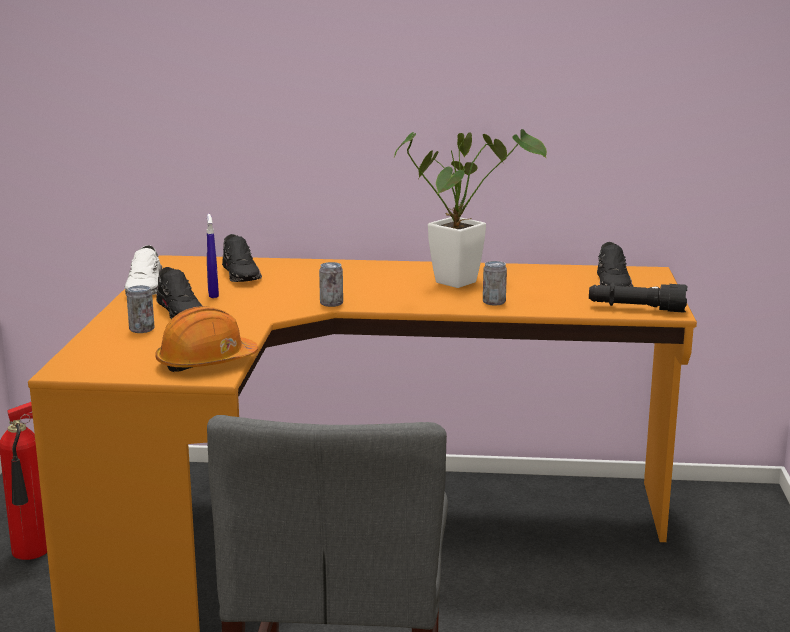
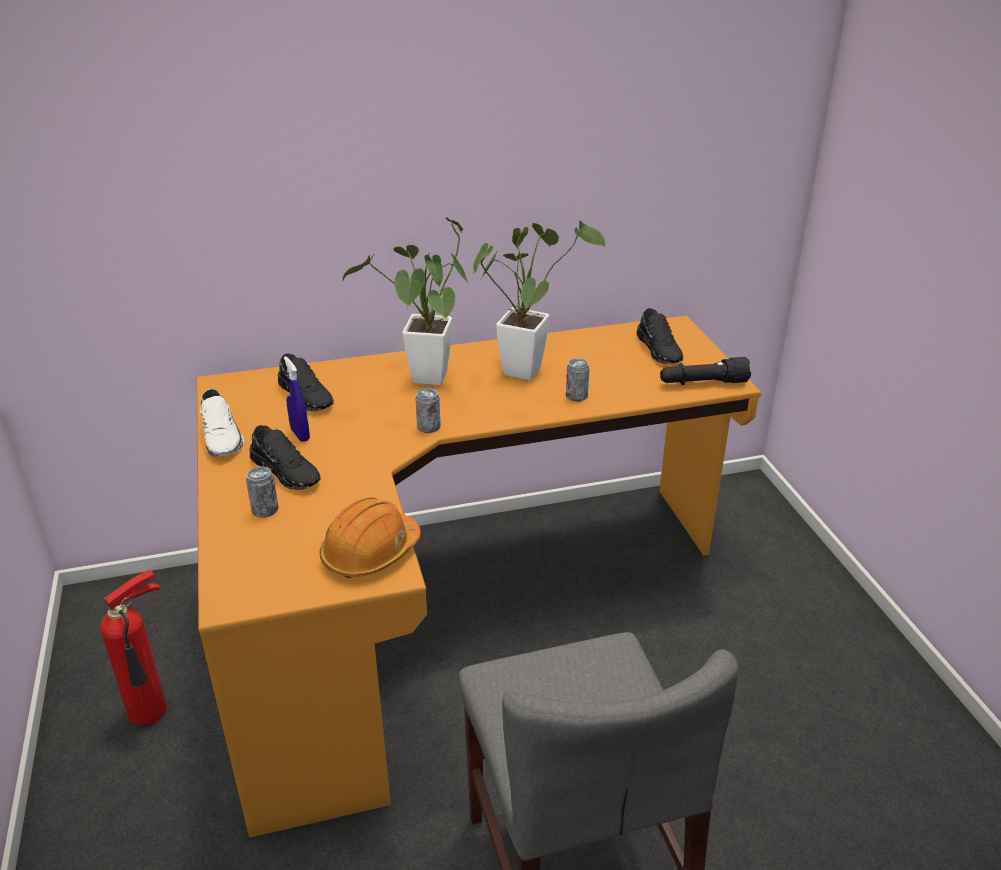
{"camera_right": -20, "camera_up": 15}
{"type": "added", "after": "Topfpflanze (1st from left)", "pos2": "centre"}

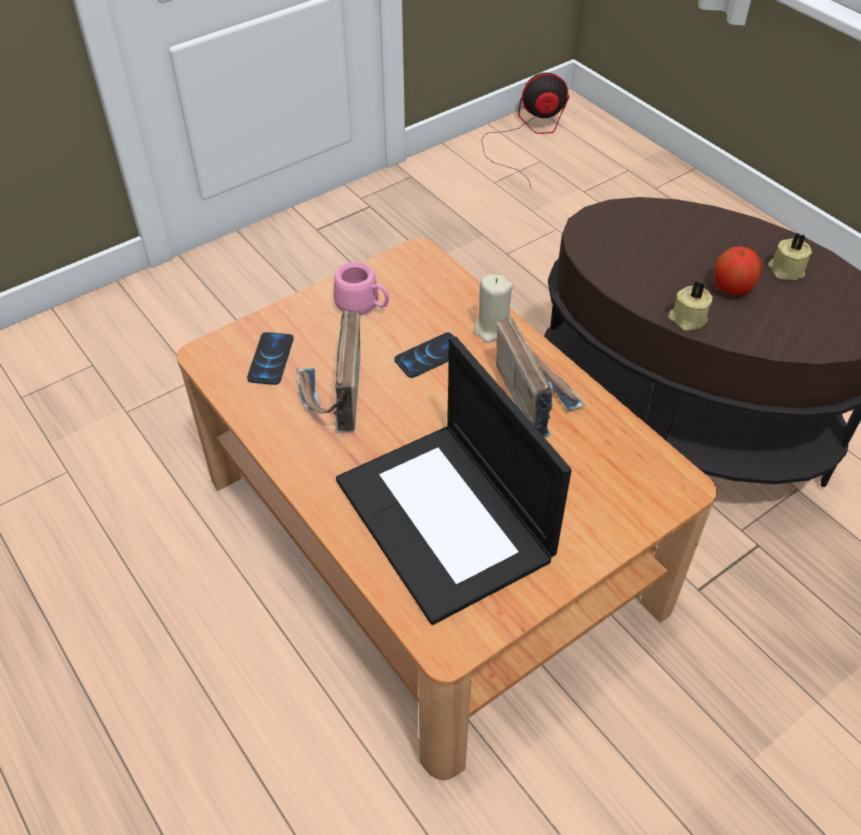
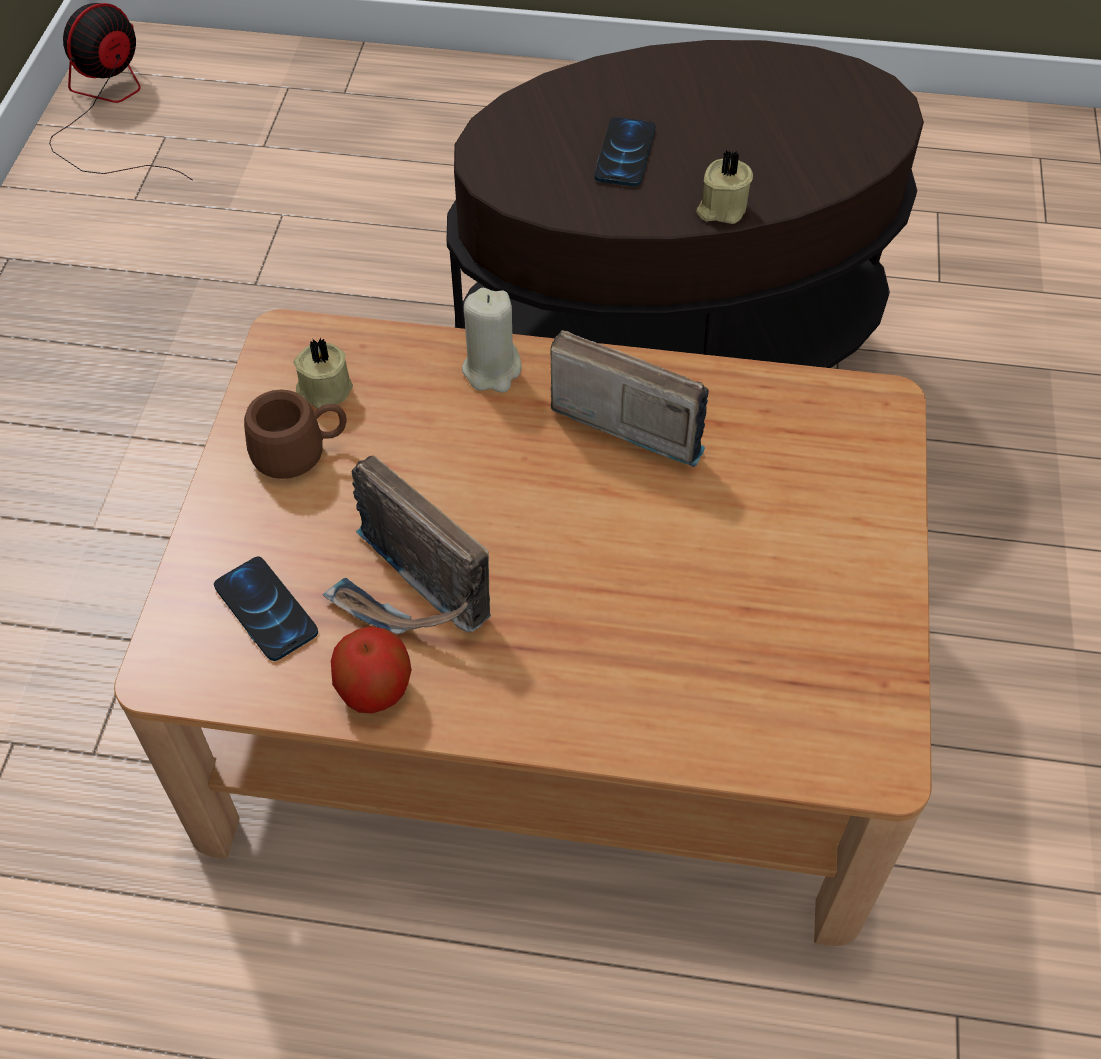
{"camera_right": -45, "camera_up": 5}
{"type": "recoloured", "before": "Henkelbecher (rosa)", "after": "Henkelbecher (braun)", "pos1": "centre", "pos2": "middle left"}
{"type": "removed", "before": "Laptop", "pos1": "centre"}
{"type": "moved", "before": "Handy (2nd from left)", "pos1": "centre", "pos2": "top centre"}
{"type": "moved", "before": "Apfel", "pos1": "top right", "pos2": "centre"}
{"type": "moved", "before": "Kerze (beige) (3rd from left in the first image)", "after": "Kerze (beige) (1st from left)", "pos1": "top right", "pos2": "middle left"}

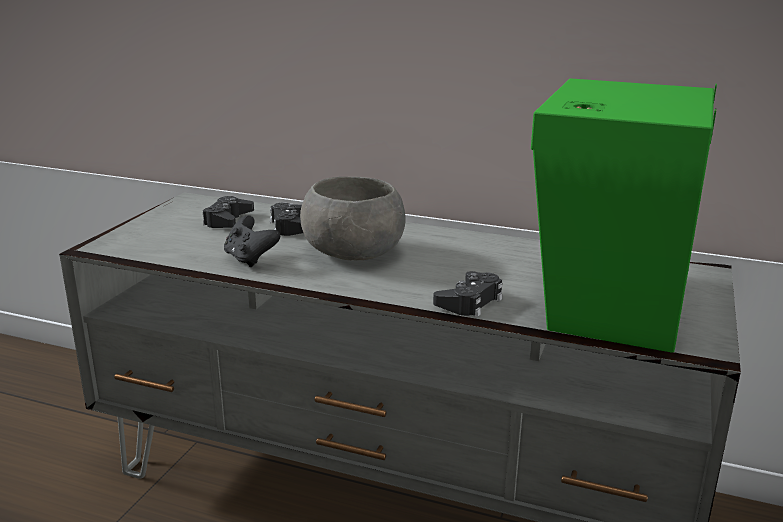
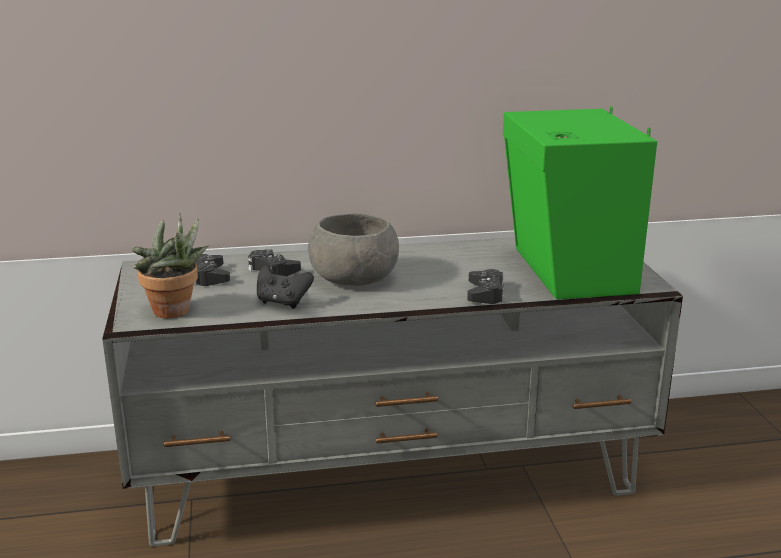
{"camera_right": -30, "camera_up": 0}
{"type": "added", "after": "Topfpflanze", "pos2": "middle left"}

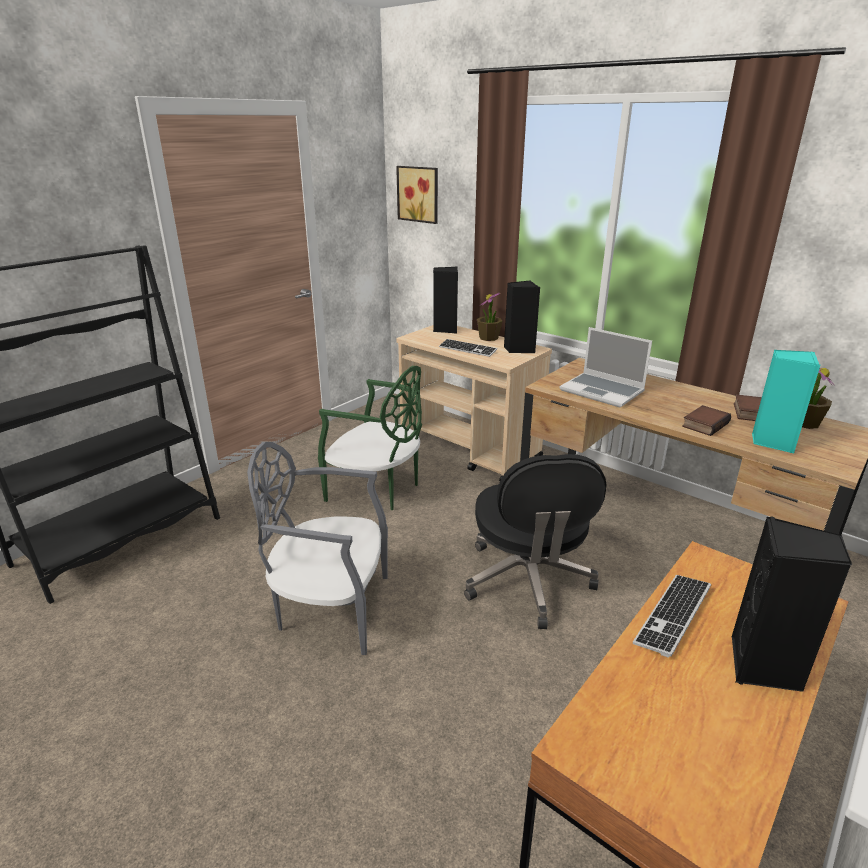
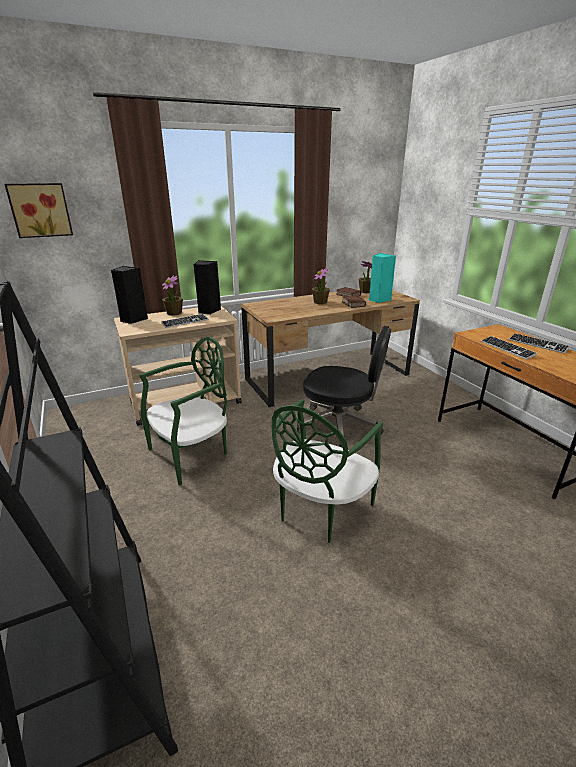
{"camera_right": -65, "camera_up": 0}
{"type": "recoloured", "before": "Stuhl (grau)", "after": "Stuhl (grün) (2nd from left)", "pos1": "centre", "pos2": "centre"}
{"type": "removed", "before": "Laptop", "pos1": "middle right"}
{"type": "replaced", "before": "Lautsprecher (schwarz) (3rd from left)", "after": "Tastatur (3rd from left)", "pos1": "bottom right", "pos2": "middle right"}
{"type": "added", "after": "Topfpflanze (2nd from left)", "pos2": "centre"}

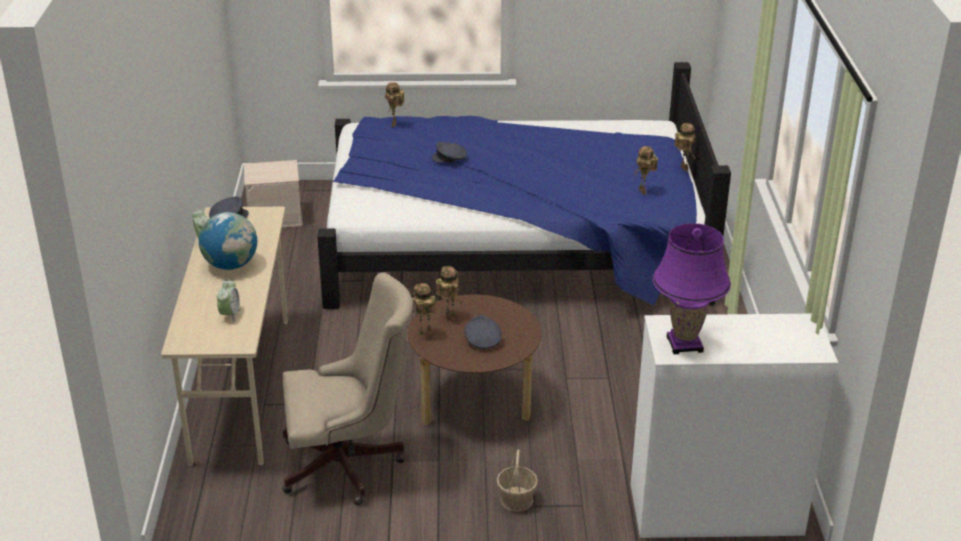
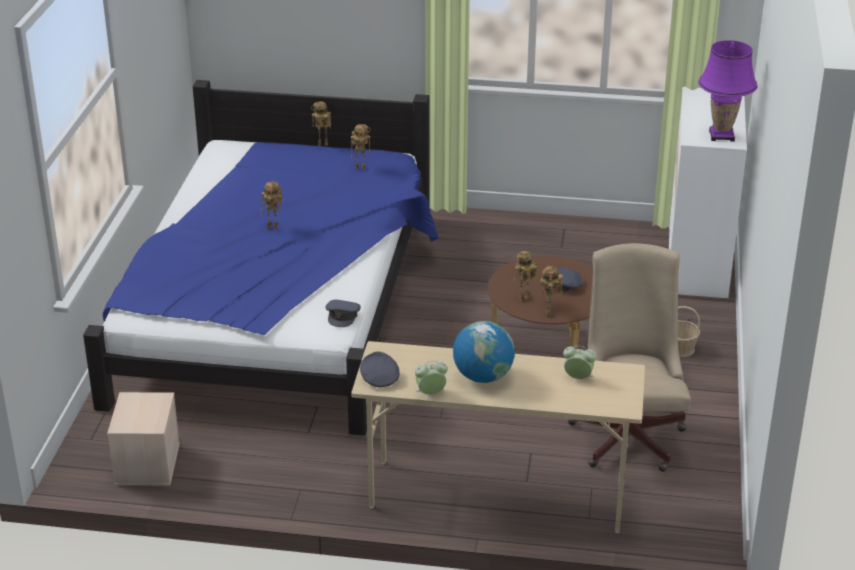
{"camera_right": -80, "camera_up": 0}
{"type": "moved", "before": "Spielzeugroboter (1st from left)", "pos1": "top centre", "pos2": "middle left"}
{"type": "moved", "before": "Kappe (grau) (2nd from left in the first image)", "after": "Kappe (grau) (1st from left)", "pos1": "top centre", "pos2": "centre"}

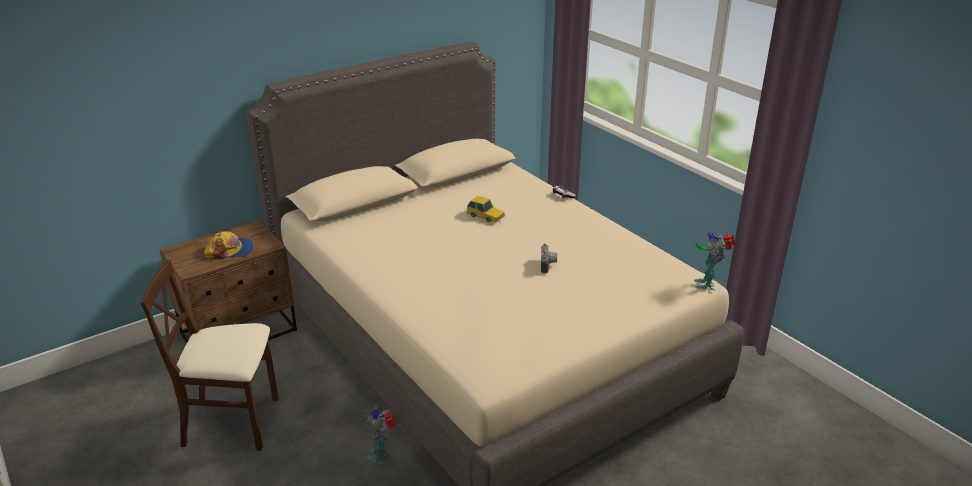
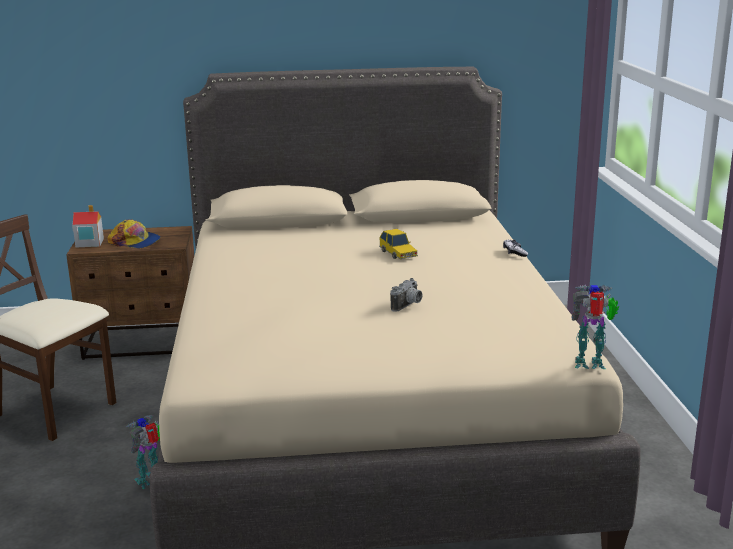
{"camera_right": 30, "camera_up": -10}
{"type": "turned", "before": "Spielzeugroboter (2nd from left)", "pos1": "middle right", "pos2": "middle right", "turn": 60}
{"type": "added", "after": "Spielzeughaus", "pos2": "middle left"}

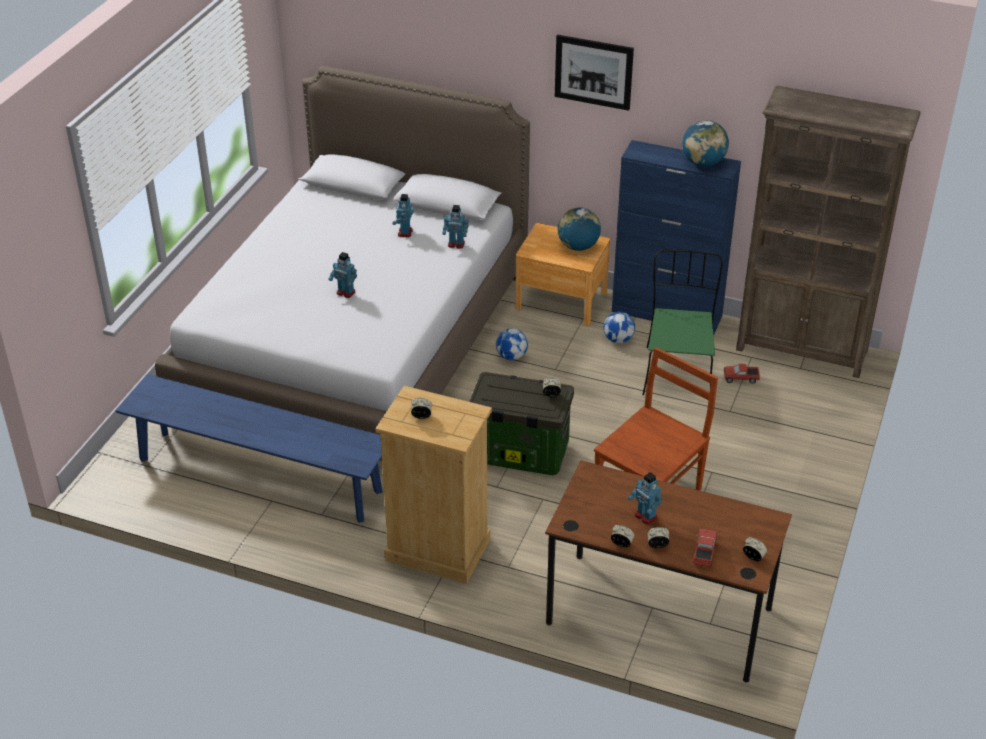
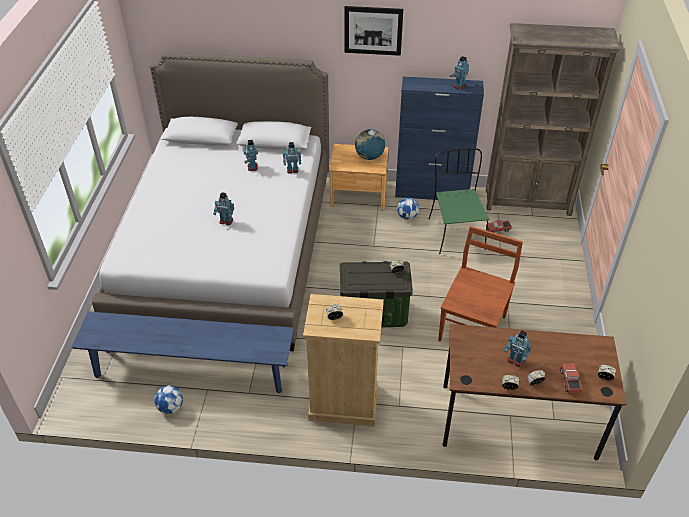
{"camera_right": -15, "camera_up": 5}
{"type": "moved", "before": "Fußball (1st from left)", "pos1": "centre", "pos2": "bottom left"}
{"type": "replaced", "before": "Globus (2nd from left)", "after": "Spielzeugroboter (4th from left)", "pos1": "top right", "pos2": "top centre"}

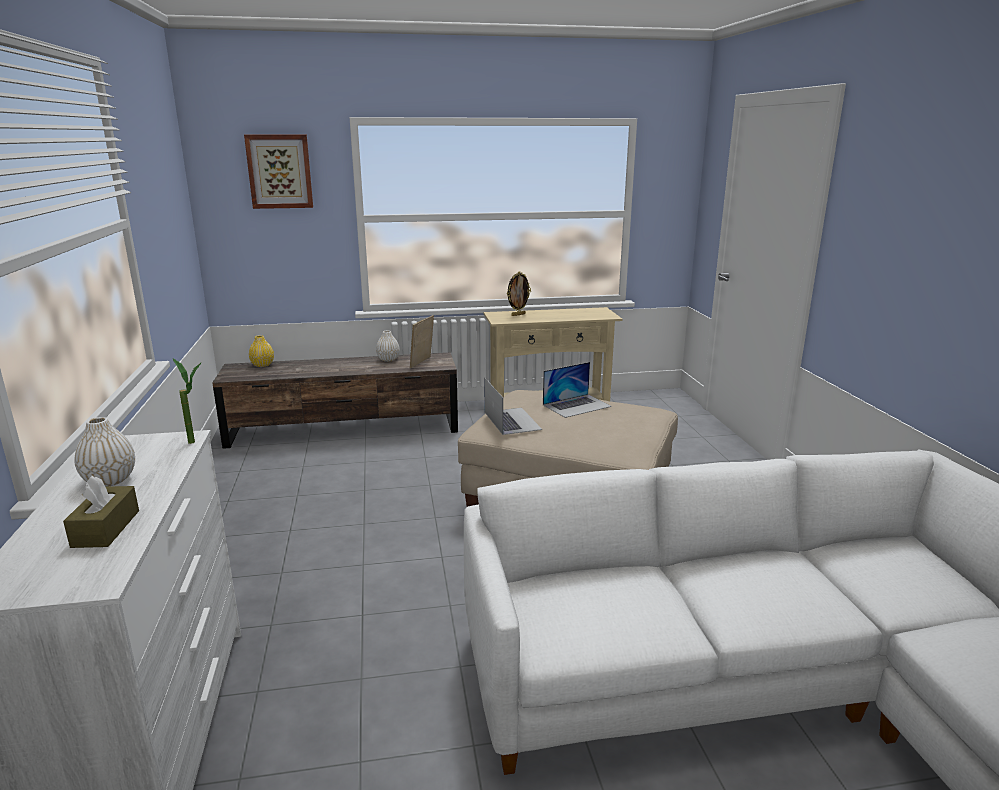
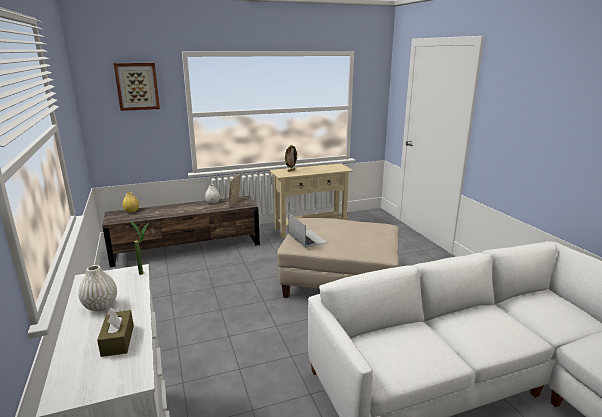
{"camera_right": -10, "camera_up": 0}
{"type": "removed", "before": "Laptop (2nd from left)", "pos1": "centre"}

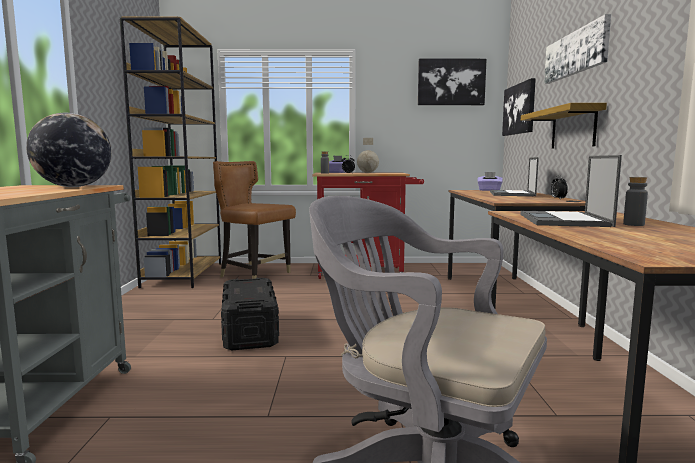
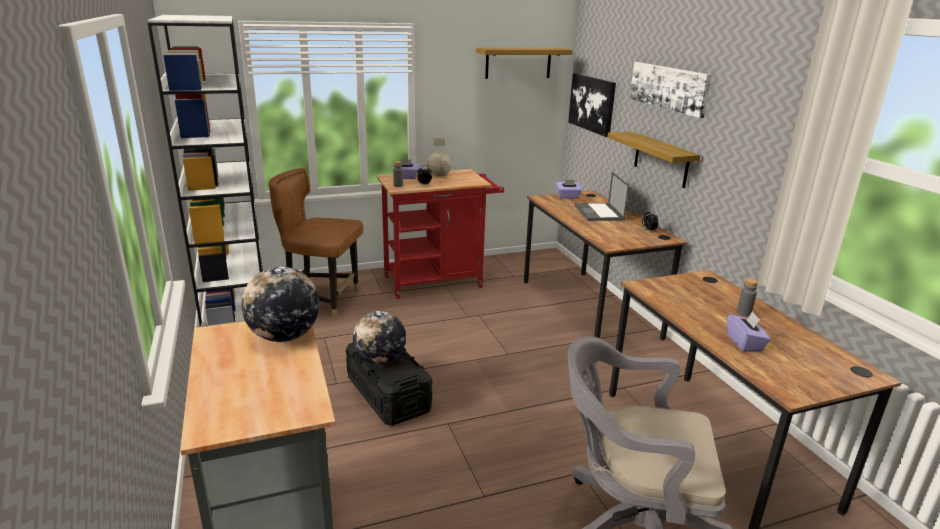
{"camera_right": -20, "camera_up": 15}
{"type": "recoloured", "before": "Bücherregal (braun)", "after": "Bücherregal (weiß)", "pos1": "top left", "pos2": "top left"}
{"type": "replaced", "before": "Bild (1st from left)", "after": "Wandregal (1st from left)", "pos1": "top centre", "pos2": "top centre"}
{"type": "removed", "before": "Laptop (2nd from left)", "pos1": "middle right"}
{"type": "added", "after": "Globus (2nd from left)", "pos2": "centre"}
{"type": "added", "after": "Taschentuchbox (lila) (3rd from left)", "pos2": "middle right"}

